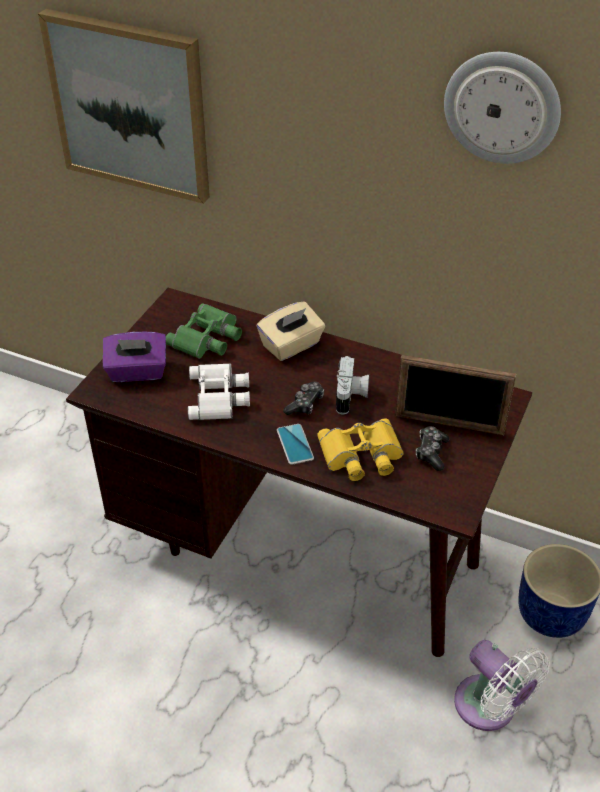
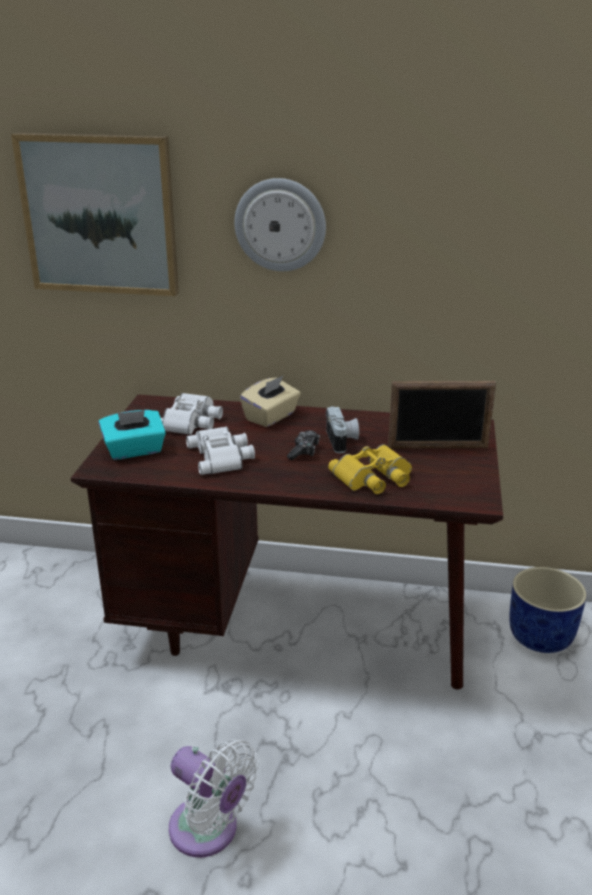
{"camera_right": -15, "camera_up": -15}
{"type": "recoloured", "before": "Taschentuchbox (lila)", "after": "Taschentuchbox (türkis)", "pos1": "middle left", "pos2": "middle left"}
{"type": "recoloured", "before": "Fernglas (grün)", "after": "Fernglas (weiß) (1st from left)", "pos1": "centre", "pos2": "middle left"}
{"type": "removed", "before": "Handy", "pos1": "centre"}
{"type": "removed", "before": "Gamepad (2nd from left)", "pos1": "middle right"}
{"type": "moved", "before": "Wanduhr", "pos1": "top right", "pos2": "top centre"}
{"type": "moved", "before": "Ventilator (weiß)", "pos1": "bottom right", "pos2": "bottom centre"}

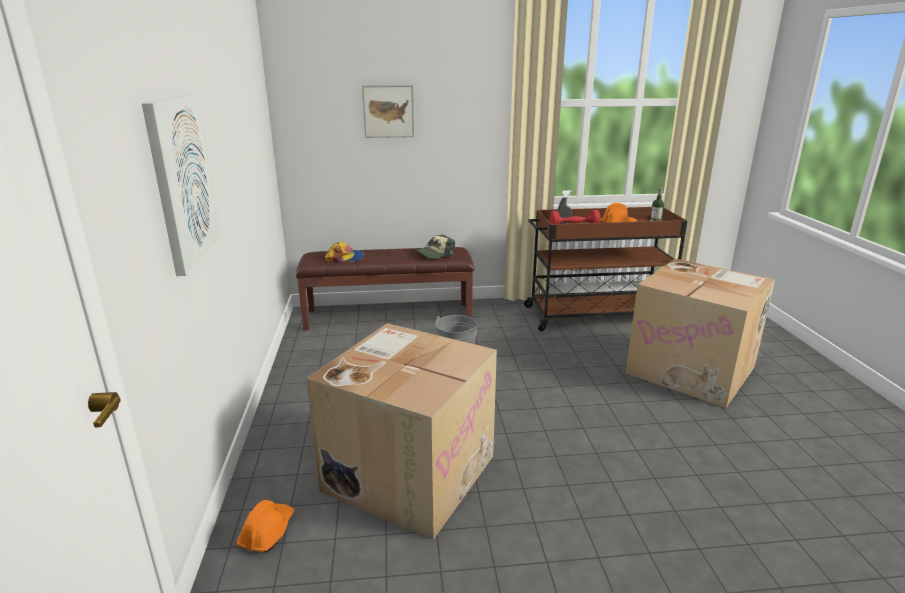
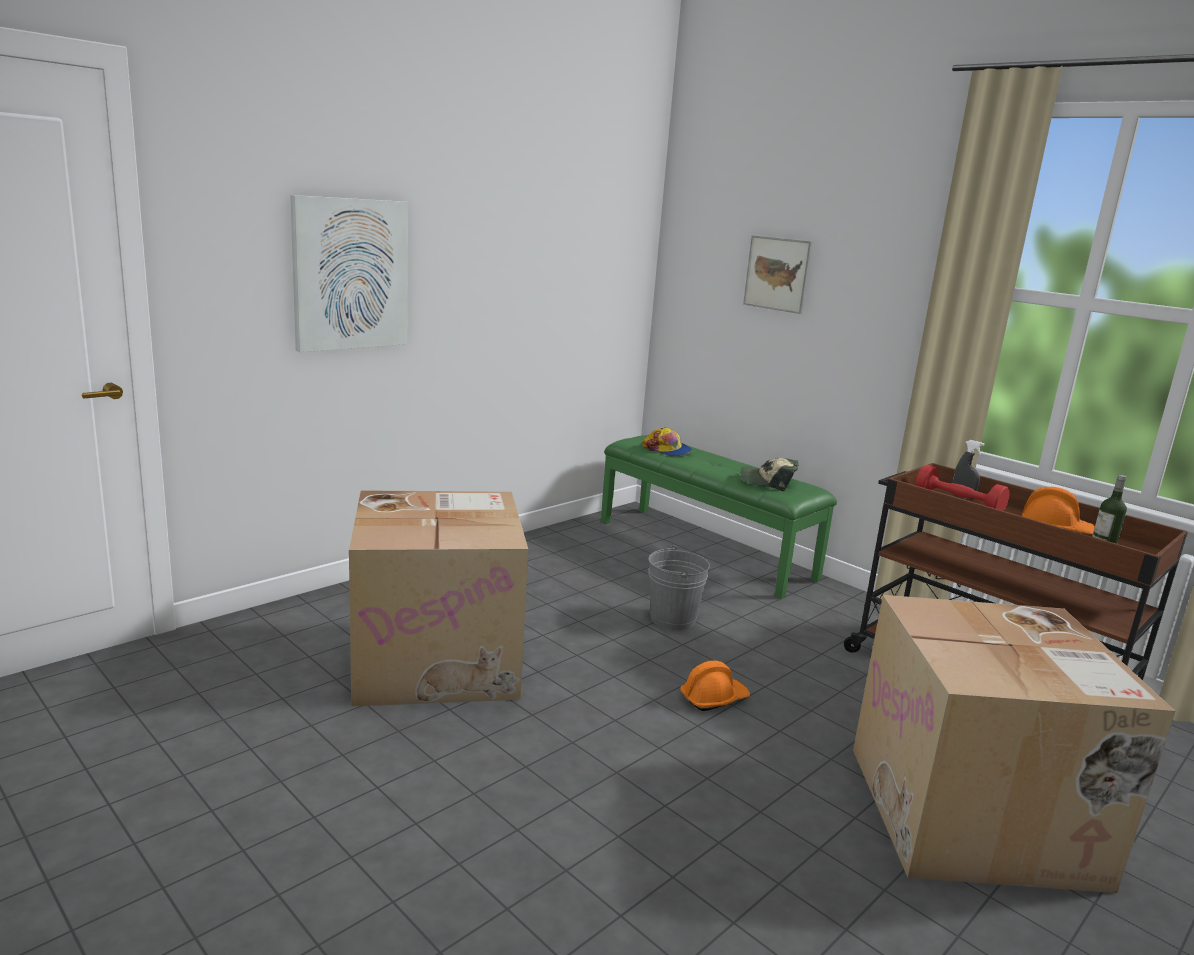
{"camera_right": 50, "camera_up": -5}
{"type": "moved", "before": "Schutzhelm (orange) (1st from left)", "pos1": "bottom left", "pos2": "bottom centre"}
{"type": "recoloured", "before": "Bank (braun)", "after": "Bank (grün)", "pos1": "centre", "pos2": "centre"}

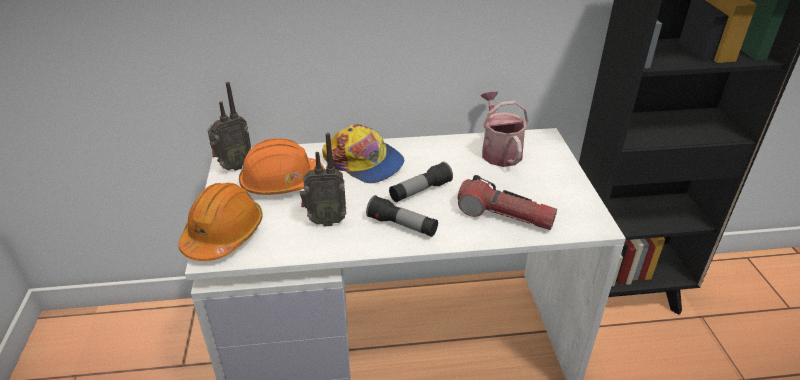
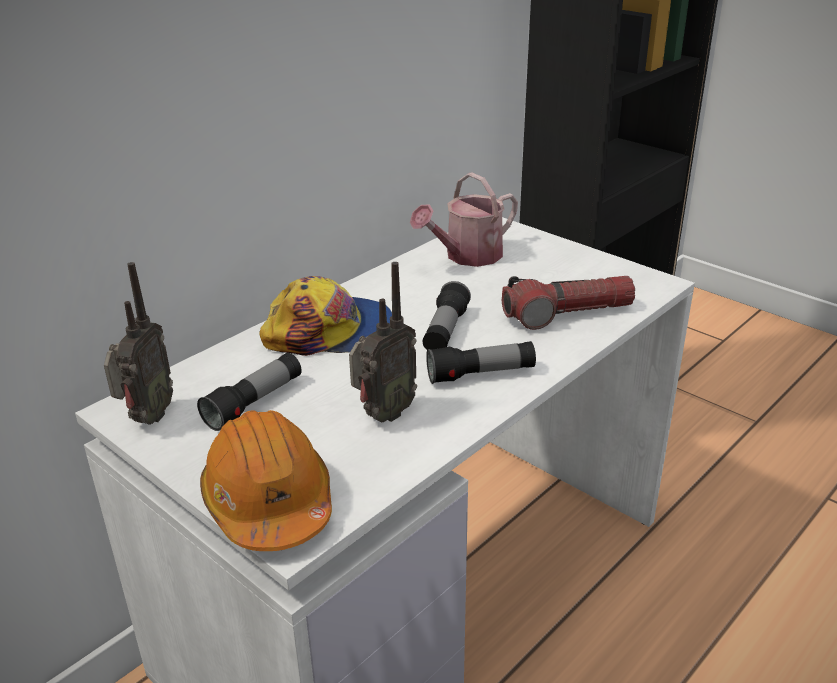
{"camera_right": -40, "camera_up": -5}
{"type": "replaced", "before": "Schutzhelm (orange) (2nd from left)", "after": "Taschenlampe (1st from left)", "pos1": "centre", "pos2": "middle left"}
{"type": "turned", "before": "Gießkanne", "pos1": "centre", "pos2": "top centre", "turn": -75}

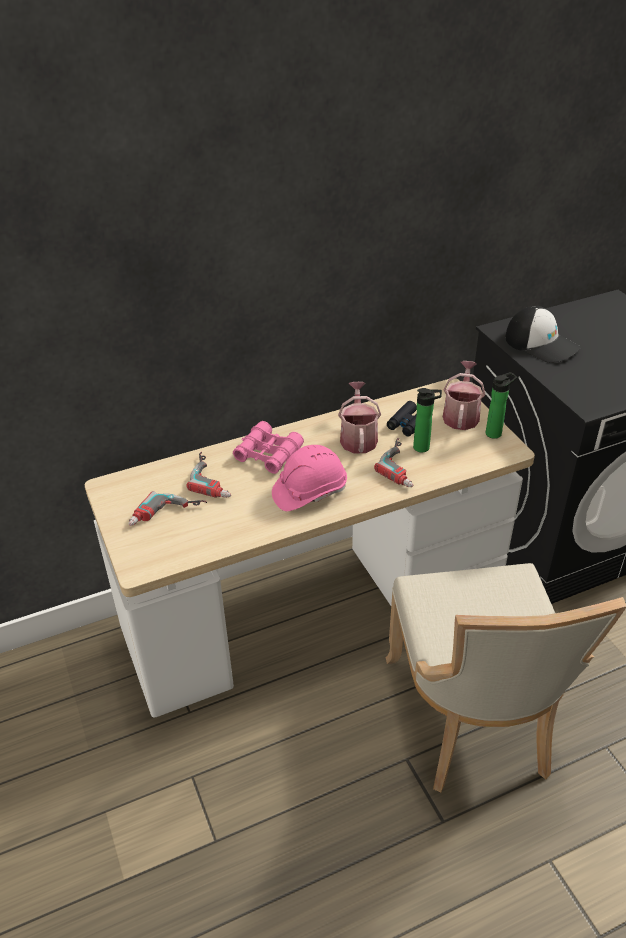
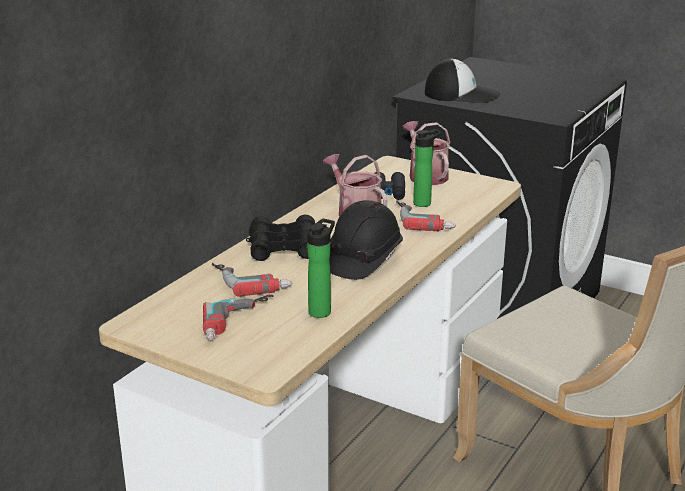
{"camera_right": -35, "camera_up": -15}
{"type": "recoloured", "before": "Fernglas (rosa)", "after": "Fernglas (schwarz) (1st from left)", "pos1": "centre", "pos2": "centre"}
{"type": "recoloured", "before": "Schutzhelm (rosa)", "after": "Schutzhelm (schwarz)", "pos1": "centre", "pos2": "centre"}
{"type": "moved", "before": "Flasche (2nd from left in the first image)", "after": "Flasche (1st from left)", "pos1": "middle right", "pos2": "centre"}

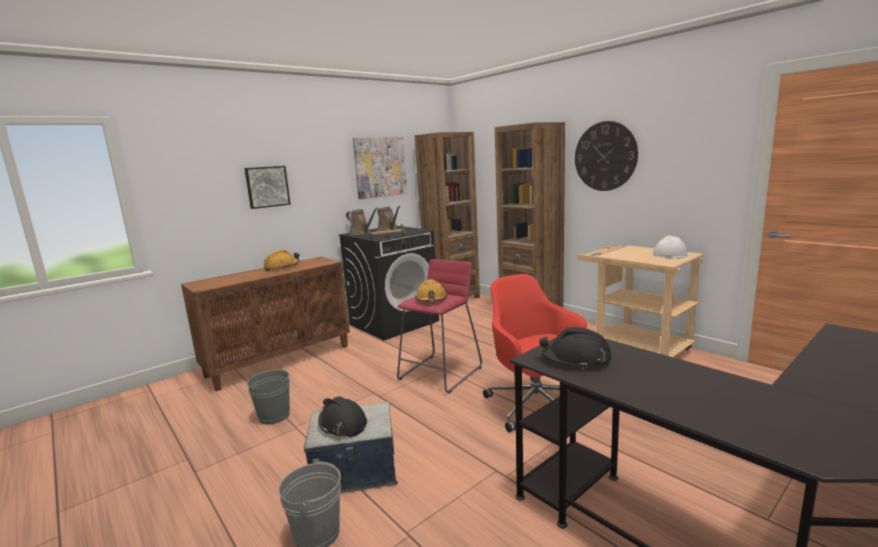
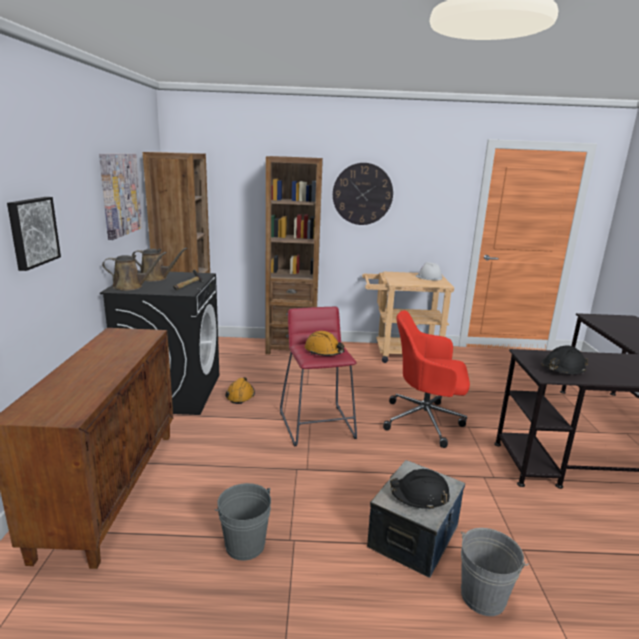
{"camera_right": -50, "camera_up": 5}
{"type": "moved", "before": "Schutzhelm (orange) (1st from left)", "pos1": "middle left", "pos2": "centre"}

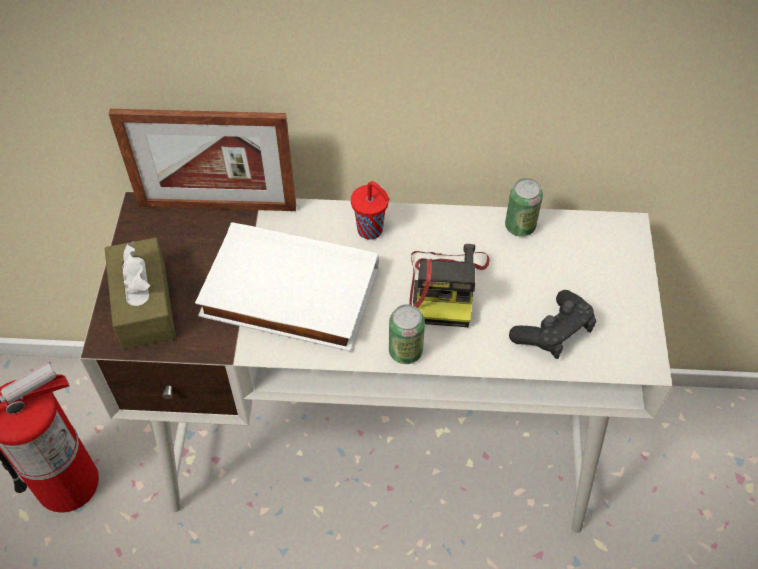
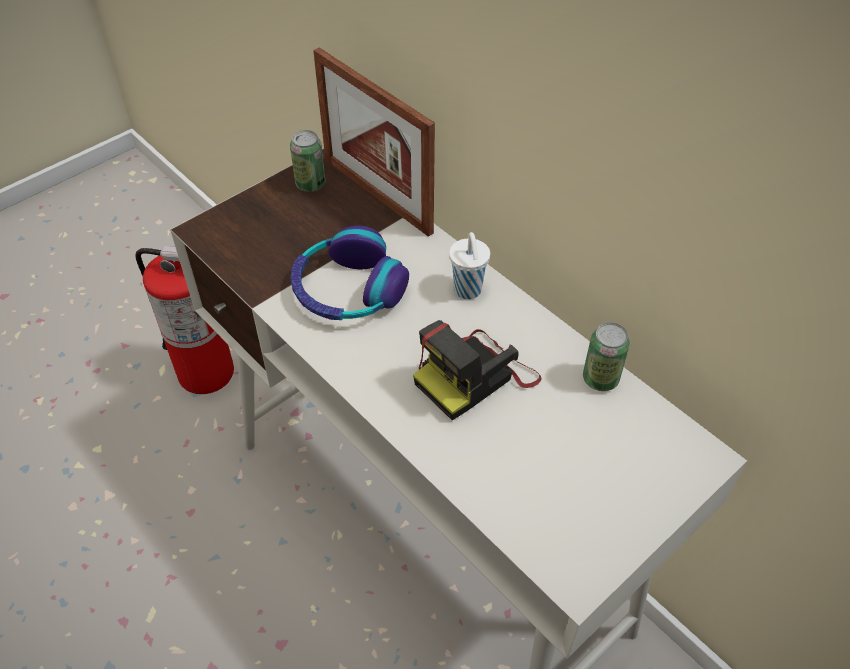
{"camera_right": 45, "camera_up": -5}
{"type": "removed", "before": "Taschentuchbox (braun)", "pos1": "middle left"}
{"type": "replaced", "before": "Buch (weiß)", "after": "Kopfhörer", "pos1": "centre", "pos2": "centre"}
{"type": "recoloured", "before": "Tasse (rot)", "after": "Tasse (weiß)", "pos1": "centre", "pos2": "centre"}
{"type": "moved", "before": "Dose (1st from left)", "pos1": "centre", "pos2": "top centre"}
{"type": "removed", "before": "Gamepad (schwarz)", "pos1": "middle right"}

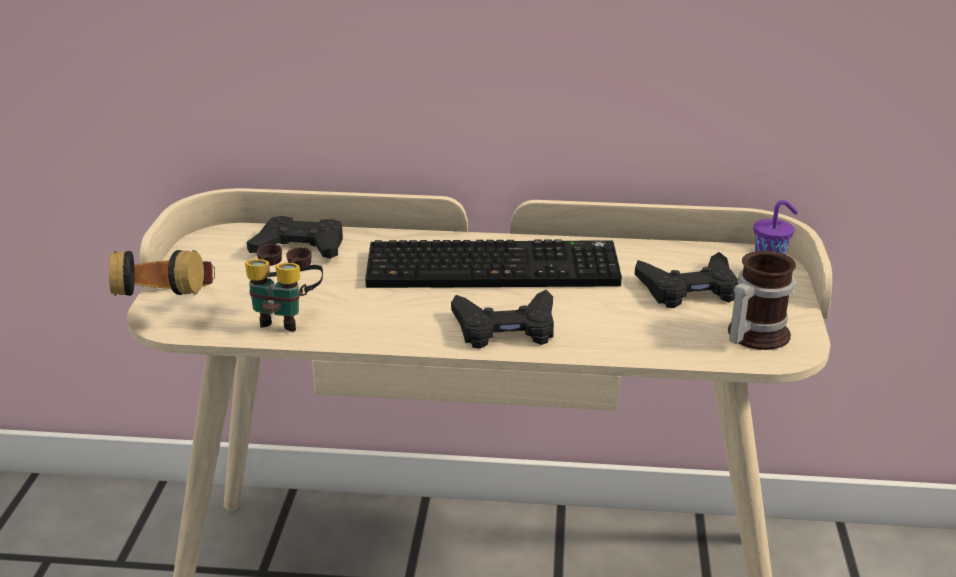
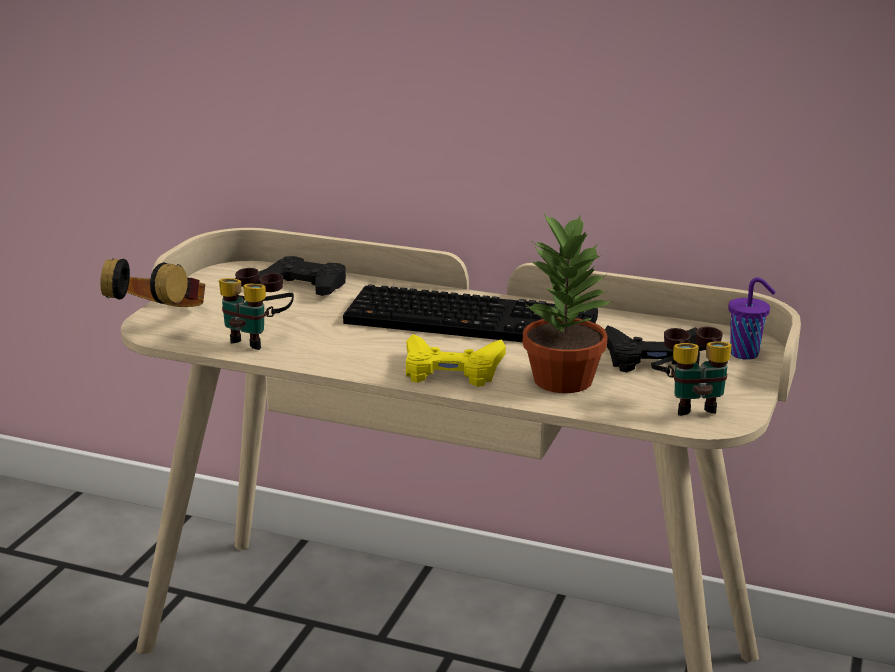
{"camera_right": 15, "camera_up": -5}
{"type": "recoloured", "before": "Gamepad (schwarz) (2nd from left)", "after": "Gamepad (gelb)", "pos1": "centre", "pos2": "centre"}
{"type": "replaced", "before": "Henkelbecher", "after": "Fernglas (2nd from left)", "pos1": "middle right", "pos2": "middle right"}
{"type": "added", "after": "Topfpflanze", "pos2": "centre"}

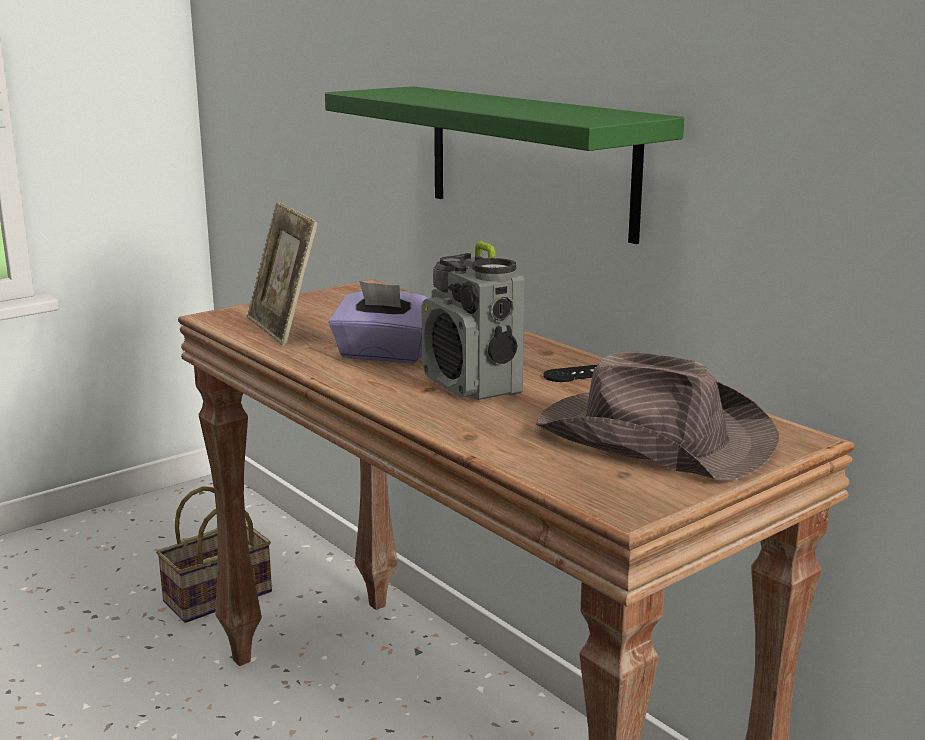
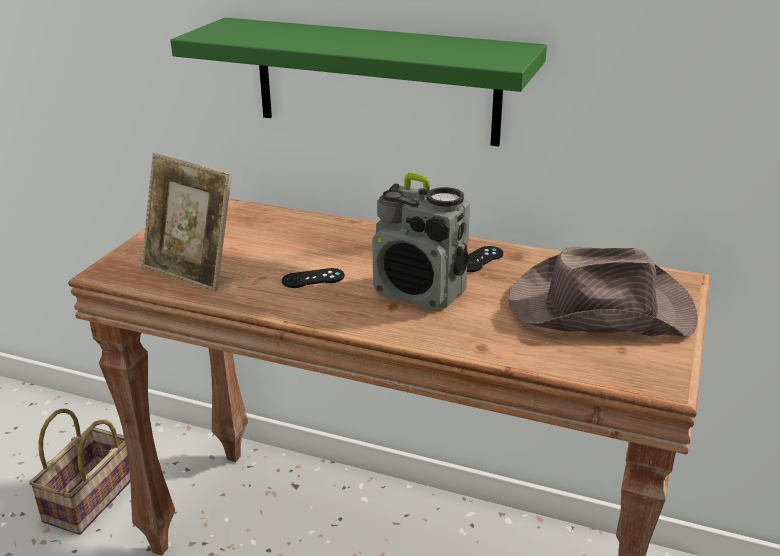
{"camera_right": -30, "camera_up": 10}
{"type": "replaced", "before": "Taschentuchbox (lila)", "after": "Gamepad (schwarz) (1st from left)", "pos1": "centre", "pos2": "centre"}

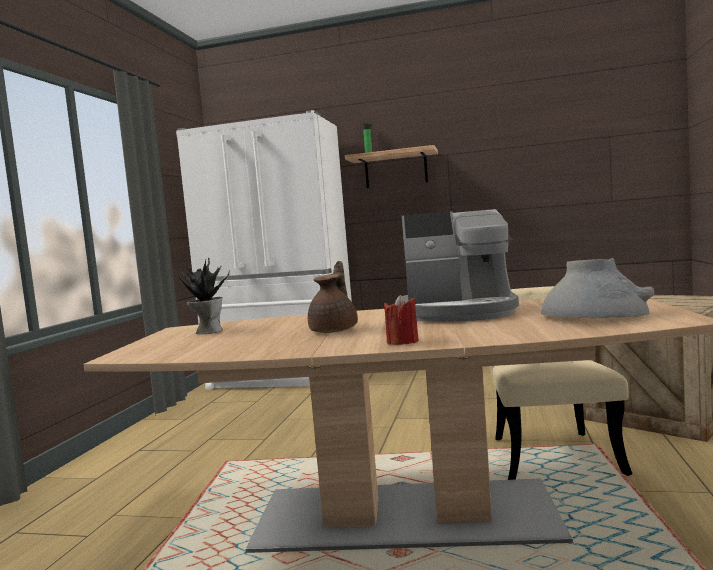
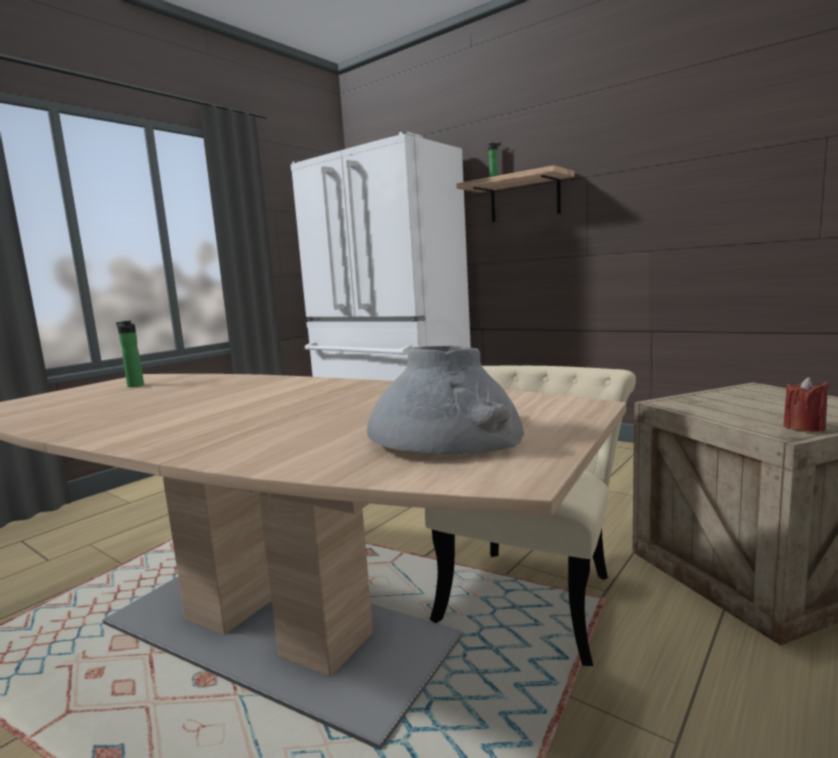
{"camera_right": 25, "camera_up": 5}
{"type": "replaced", "before": "Topfpflanze", "after": "Flasche (1st from left)", "pos1": "middle left", "pos2": "middle left"}
{"type": "removed", "before": "Teekanne (braun)", "pos1": "centre"}
{"type": "moved", "before": "Kerze (rot)", "pos1": "centre", "pos2": "middle right"}
{"type": "removed", "before": "Kaffeemaschine", "pos1": "centre"}

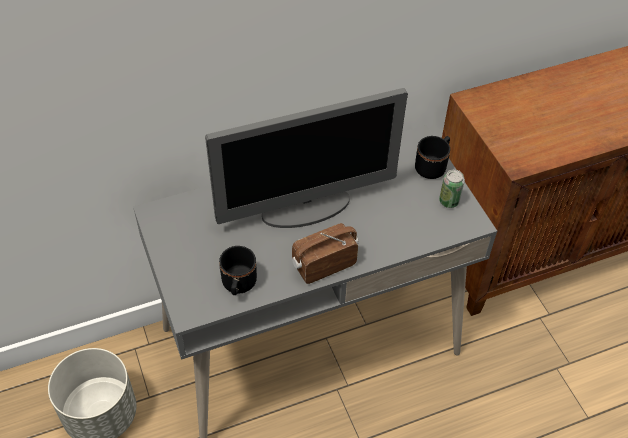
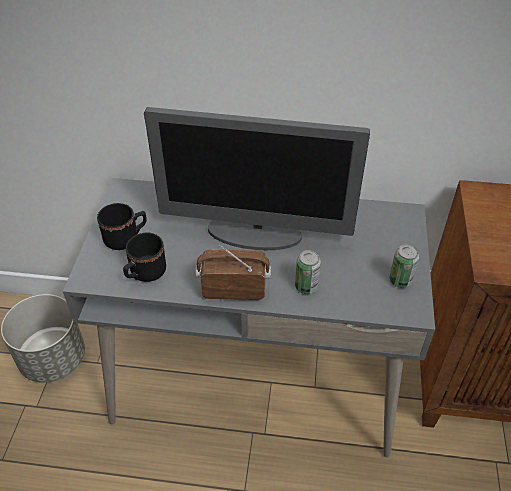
{"camera_right": 30, "camera_up": -5}
{"type": "moved", "before": "Henkelbecher (schwarz) (2nd from left in the first image)", "after": "Henkelbecher (schwarz) (1st from left)", "pos1": "middle right", "pos2": "middle left"}
{"type": "added", "after": "Dose (1st from left)", "pos2": "centre"}

